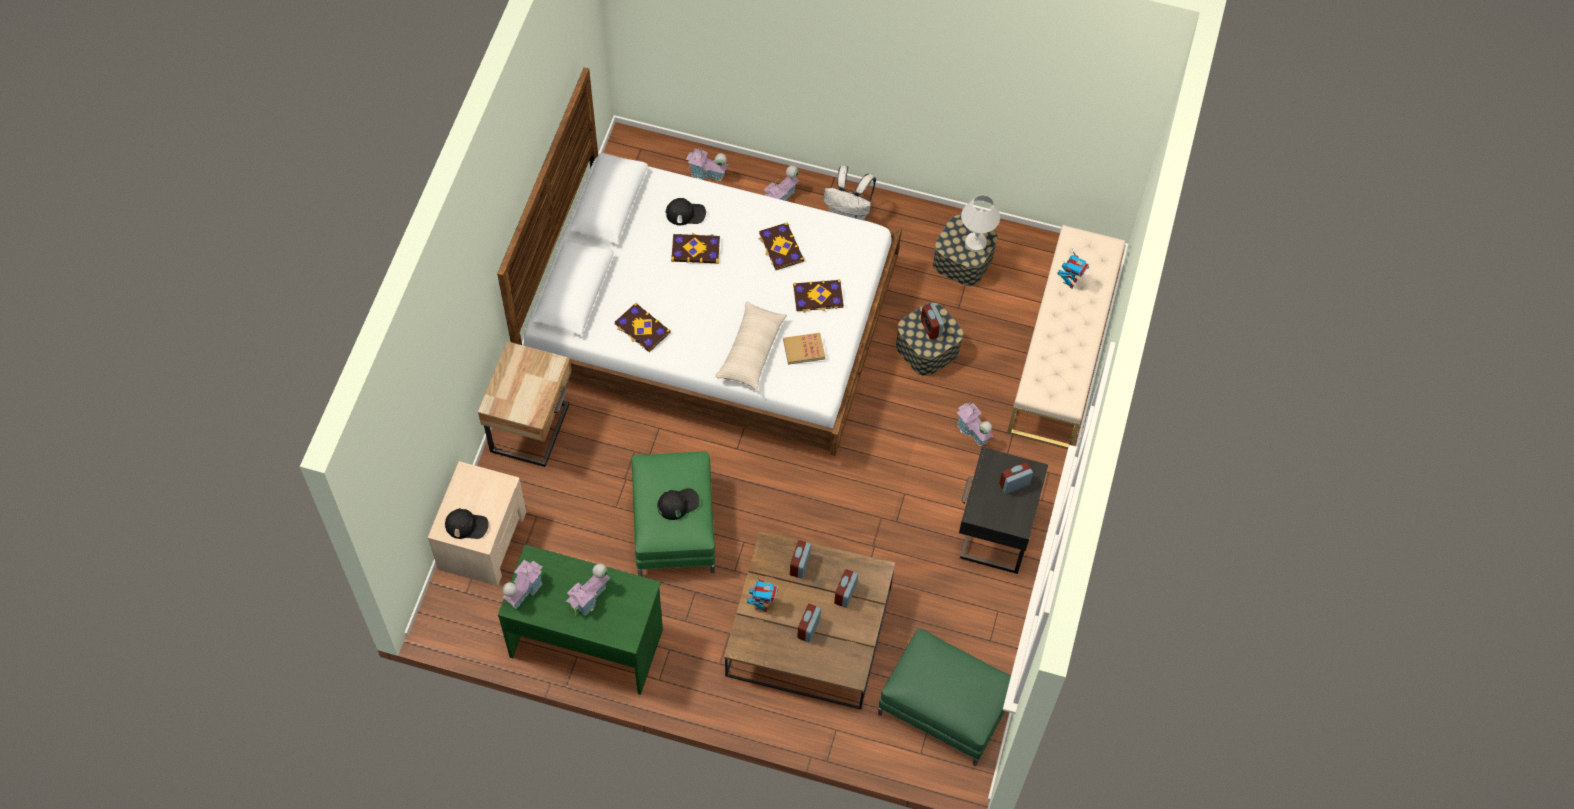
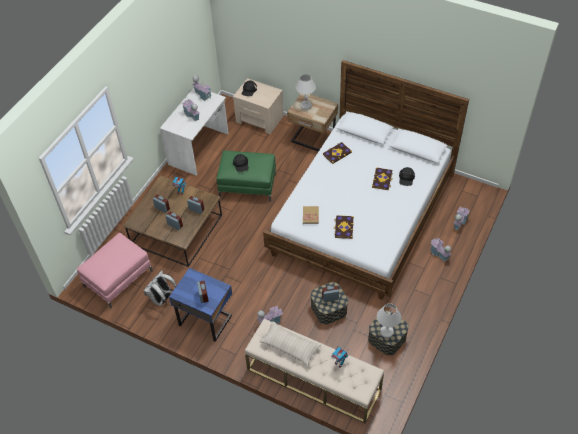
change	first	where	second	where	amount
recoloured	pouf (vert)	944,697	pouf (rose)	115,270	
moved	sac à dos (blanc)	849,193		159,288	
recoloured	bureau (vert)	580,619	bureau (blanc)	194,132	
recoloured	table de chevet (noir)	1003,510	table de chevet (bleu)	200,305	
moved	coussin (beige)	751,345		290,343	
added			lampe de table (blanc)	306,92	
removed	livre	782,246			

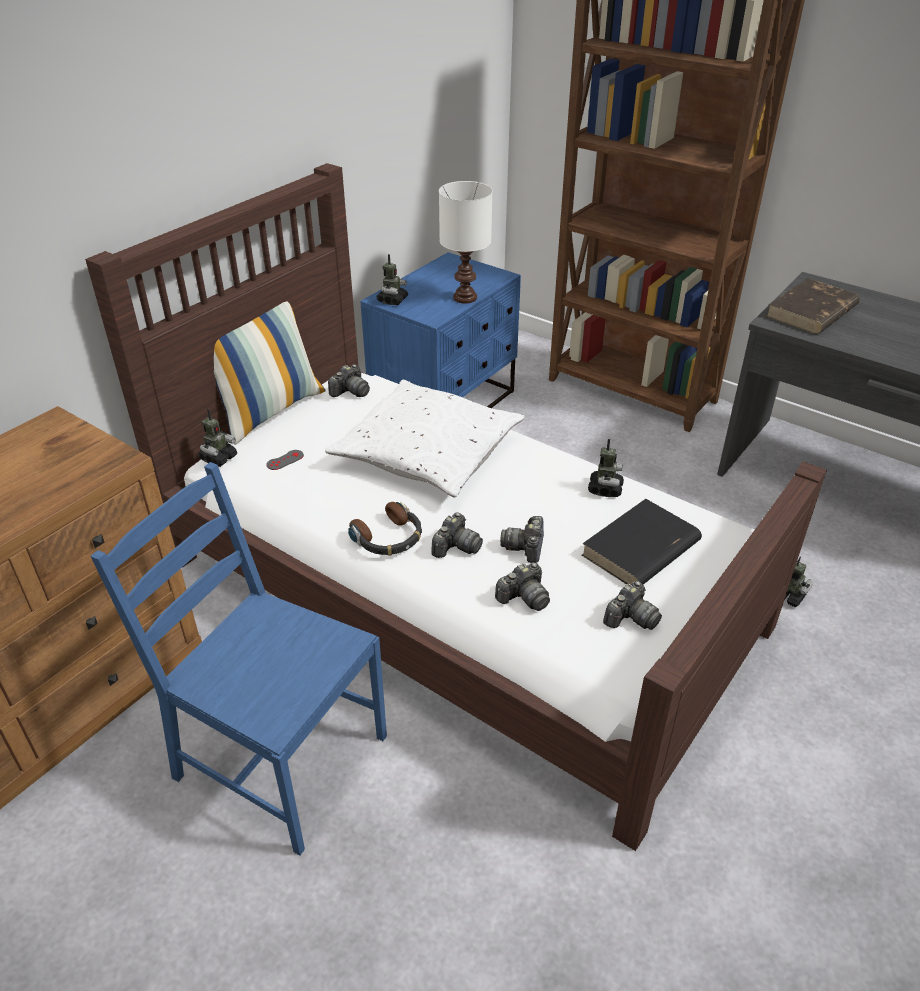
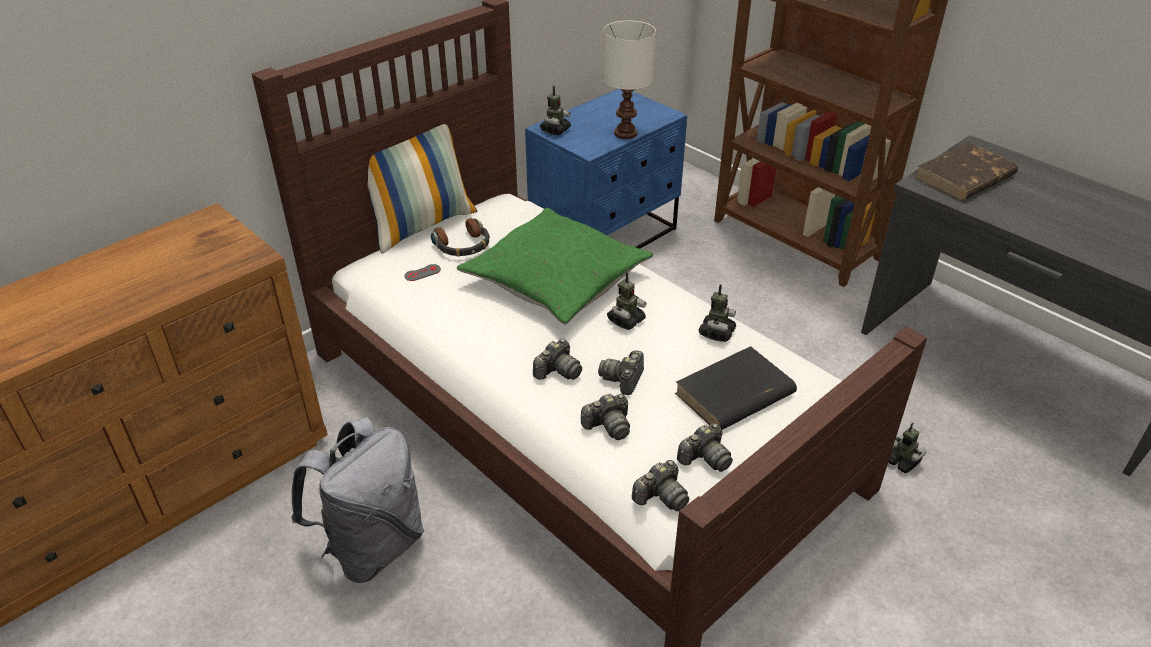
change	first	where	second	where	amount
replaced	chaise (bleu)	239,658	sac à dos (gris)	357,500	
moved	casque audio	385,529		460,237	
recoloured	coussin (blanc)	424,439	coussin (vert)	555,266	
moved	robot jouet	217,438		626,301	
moved	appareil photo	349,380		660,485	

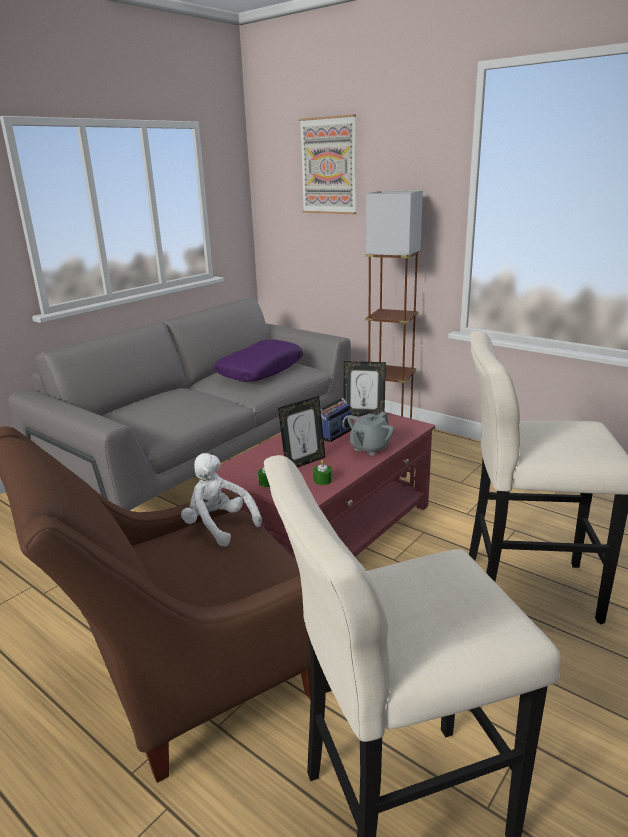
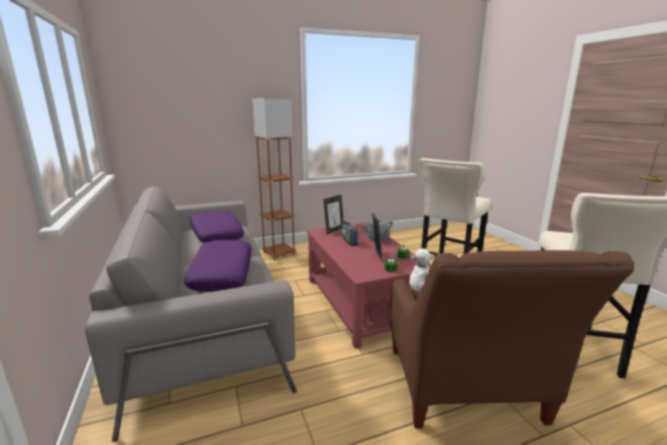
change	first	where	second	where	amount
added			coussin (violet)	218,265	
removed	tableau	327,164			

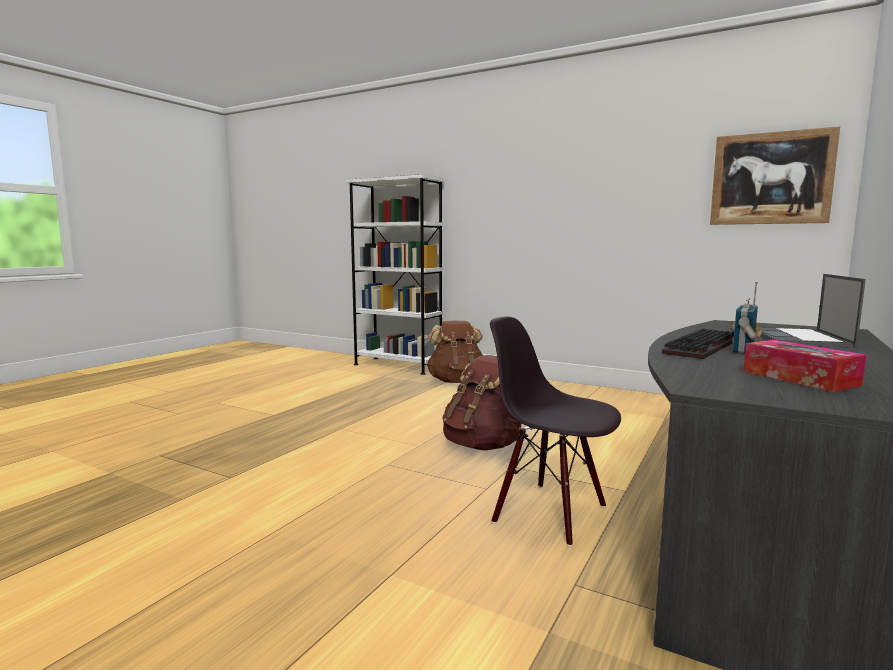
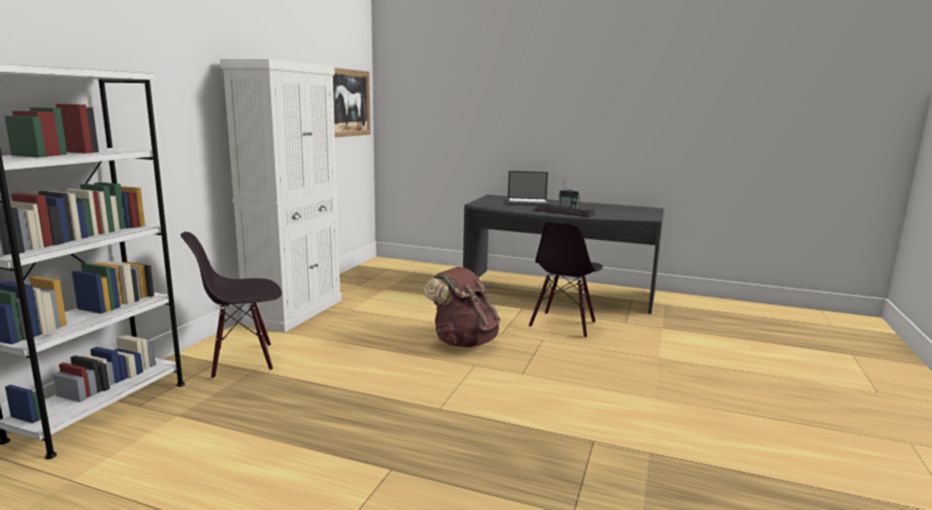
change	first	where	second	where	amount
replaced	sac à dos (marron)	455,352	chaise (noir)	231,305	
added			meuble de rangement (blanc)	281,196	
removed	boîte à mouchoirs	804,366			

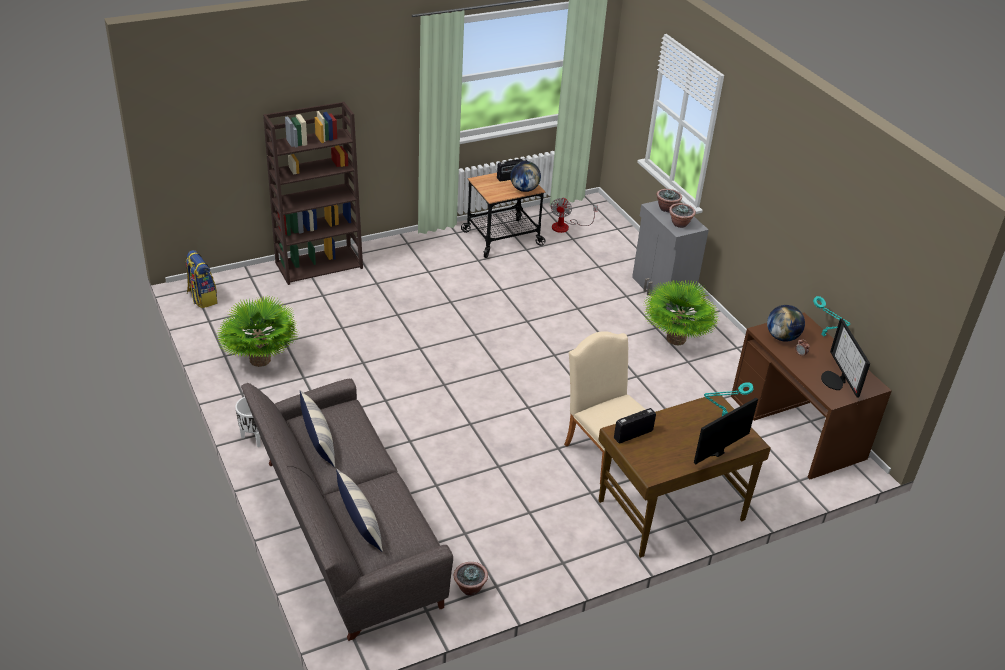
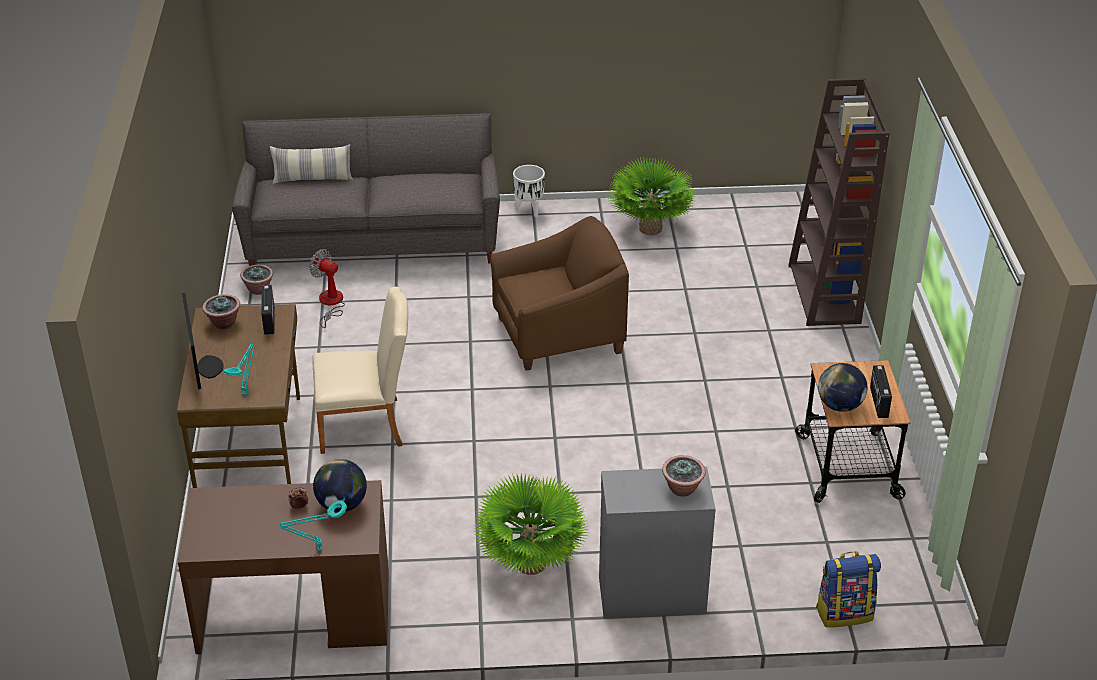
change	first	where	second	where	amount
moved	plante en pot	682,215		221,311	
moved	ventilateur	574,215		327,288	
added			fauteuil (marron)	560,293	
moved	sac à dos	201,279		848,589	
removed	coussin	317,428			
removed	écran d'ordinateur	845,358			

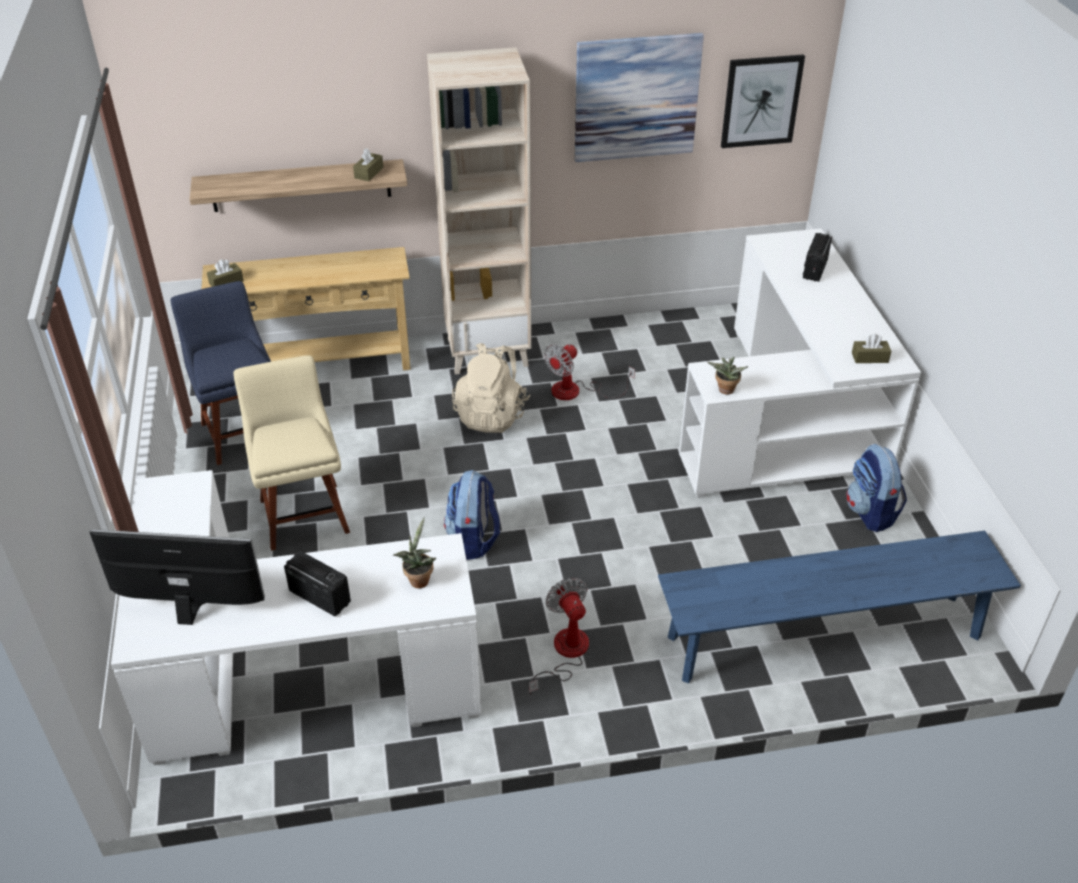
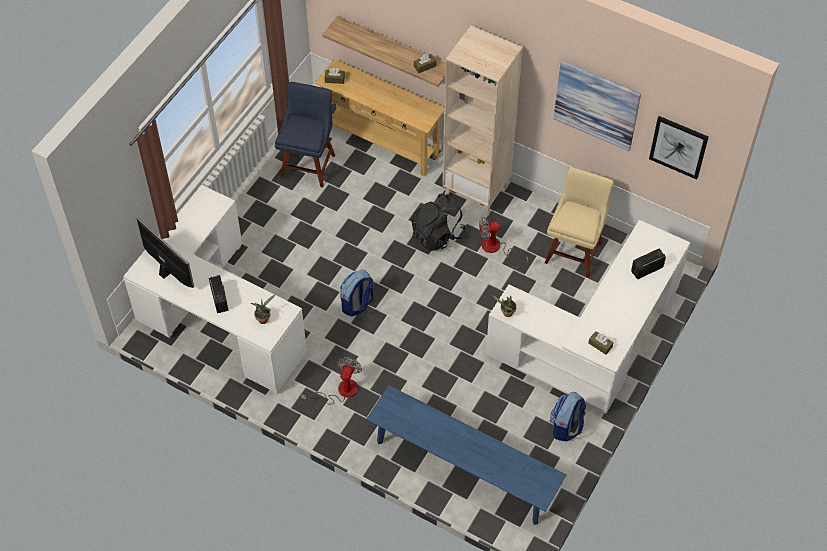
change	first	where	second	where	amount
recoloured	sac à dos (beige)	491,388	sac à dos (noir)	438,222	
moved	chaise (beige)	292,453		579,223	

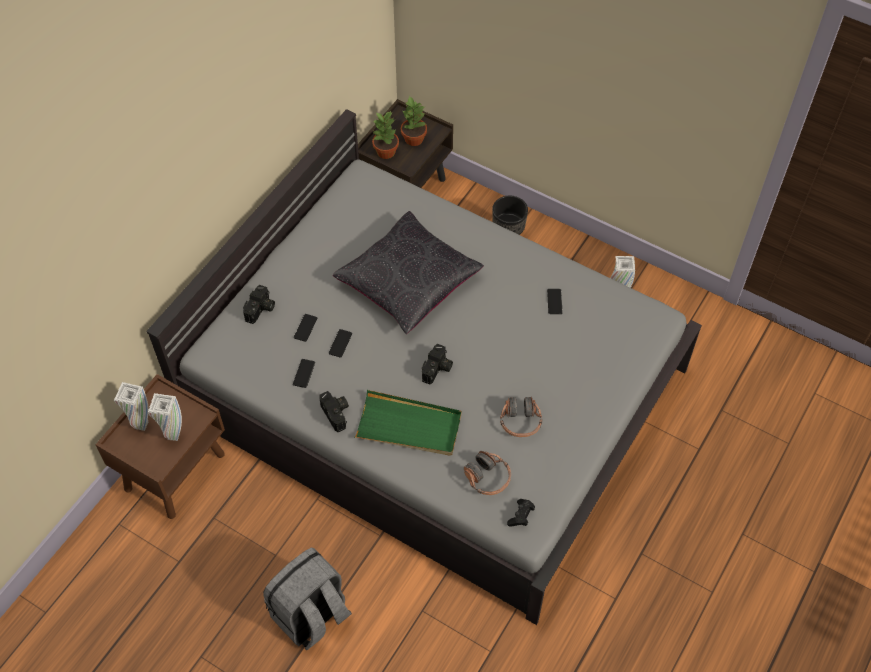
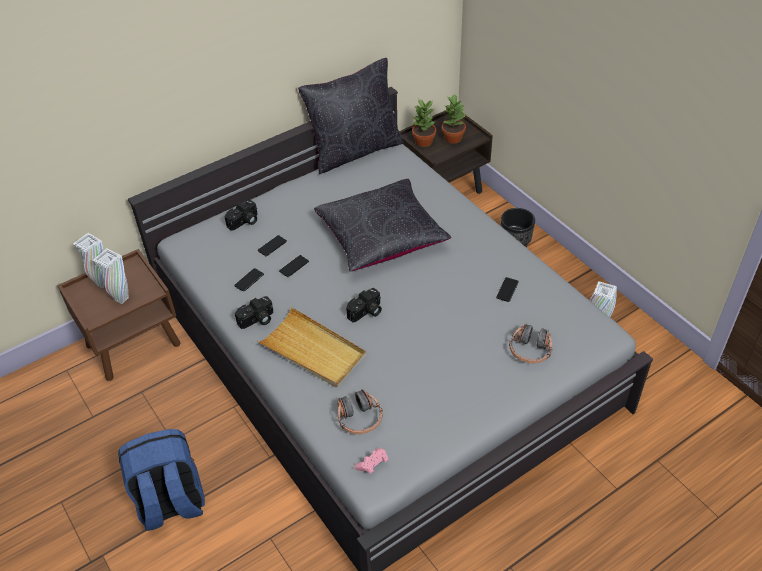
change	first	where	second	where	amount
recoloured	sac à dos (gris)	307,599	sac à dos (bleu)	161,480	
turned	appareil photo	334,411		254,312	60 degrees clockwise
recoloured	plateau (vert)	408,423	plateau (beige)	311,347	
added			coussin (noir)	351,116	
recoloured	manette (noir)	521,513	manette (rose)	371,461	
moved	casque audio	521,416		530,343	

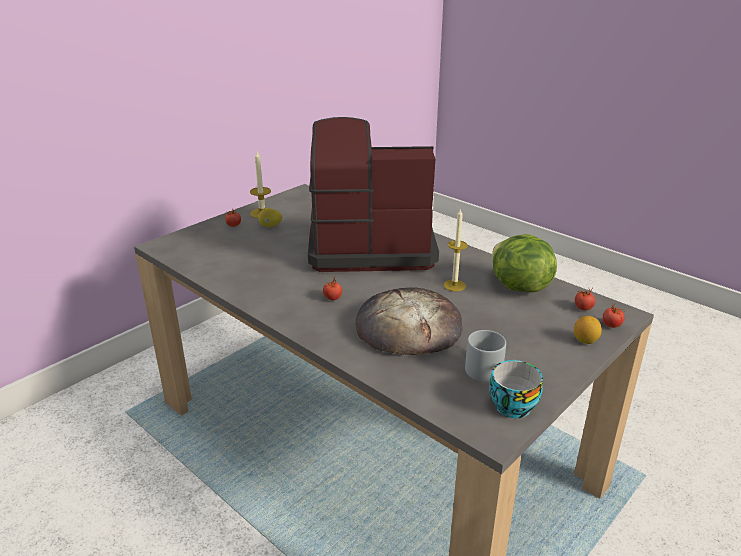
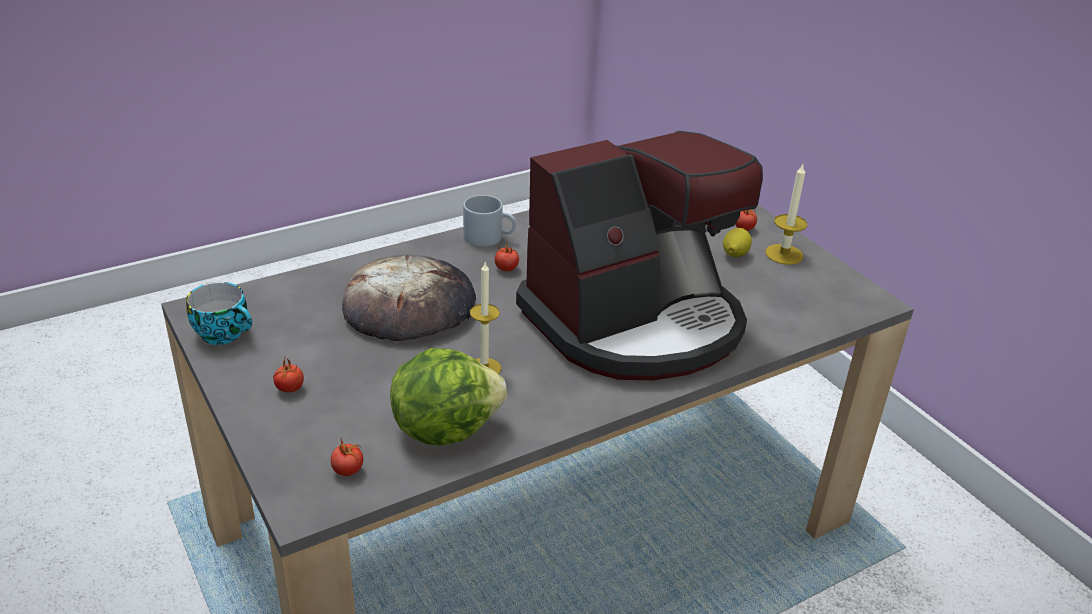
change	first	where	second	where	amount
moved	tomate	614,316		288,376	
moved	mug (gris)	485,356		489,221	
turned	machine à café	373,194		639,255	45 degrees clockwise
removed	citron	588,330			

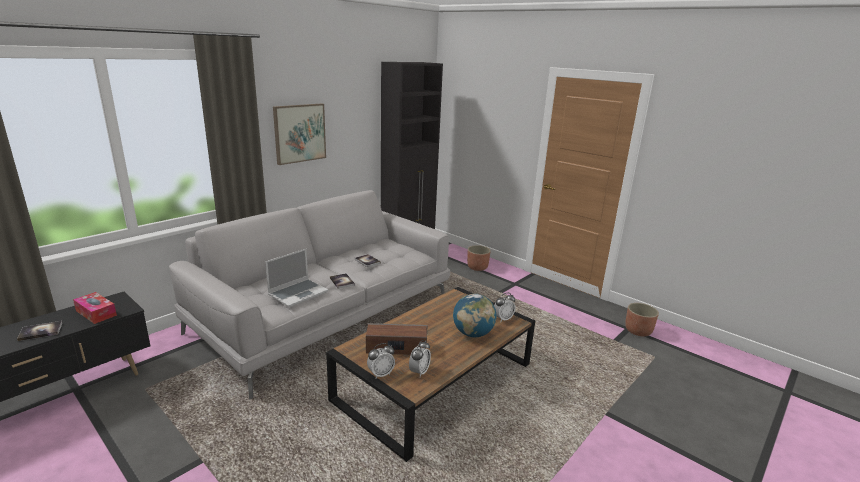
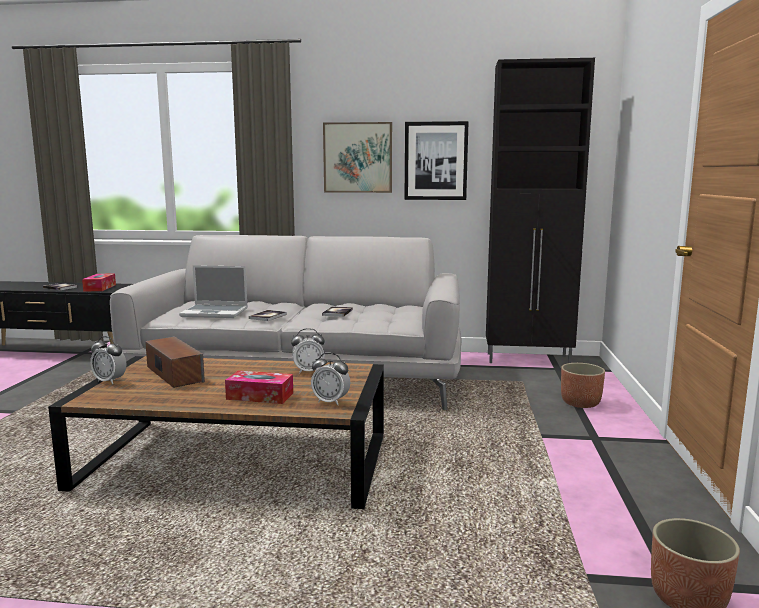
change	first	where	second	where	amount
replaced	globe	475,315	boîte à mouchoirs	259,387	
moved	réveil	420,358		308,350	
added			tableau	436,160	

